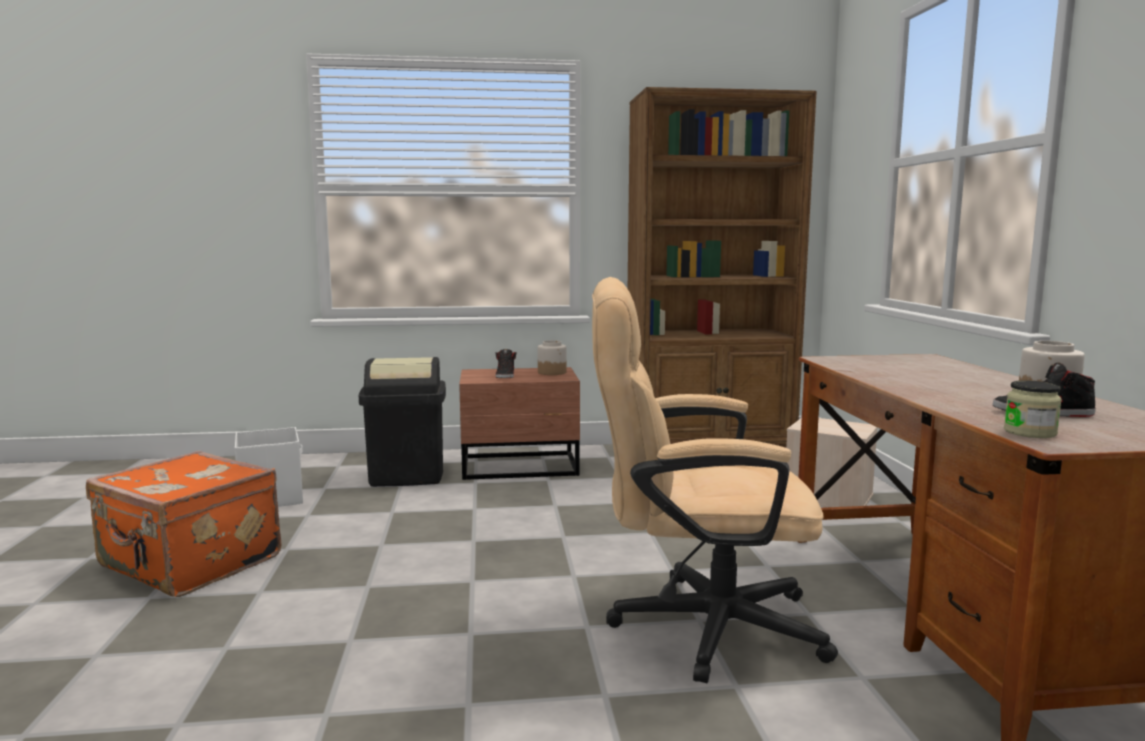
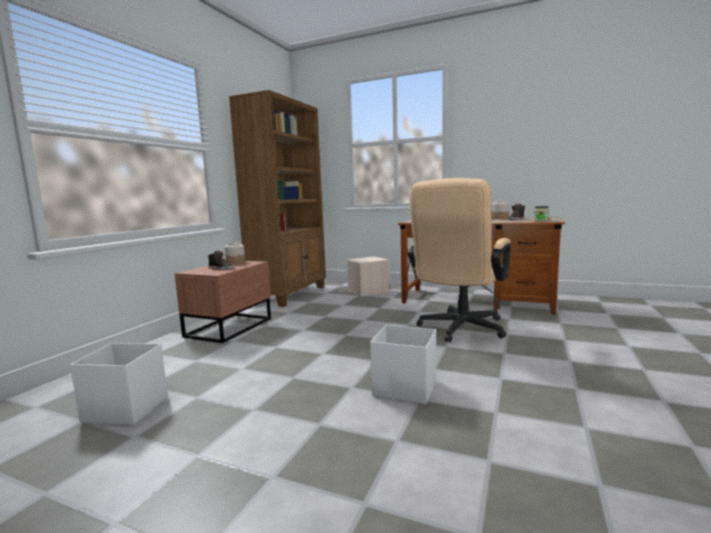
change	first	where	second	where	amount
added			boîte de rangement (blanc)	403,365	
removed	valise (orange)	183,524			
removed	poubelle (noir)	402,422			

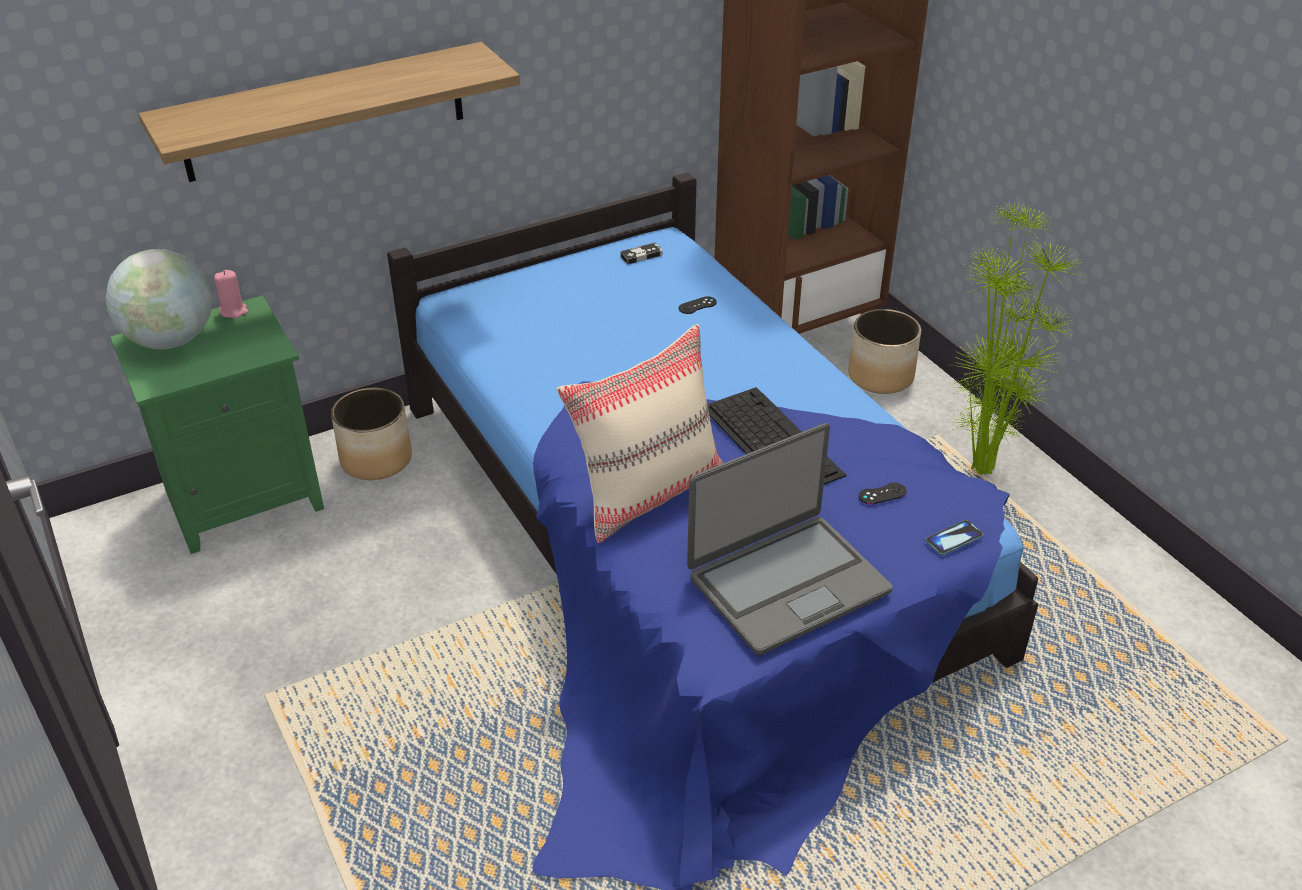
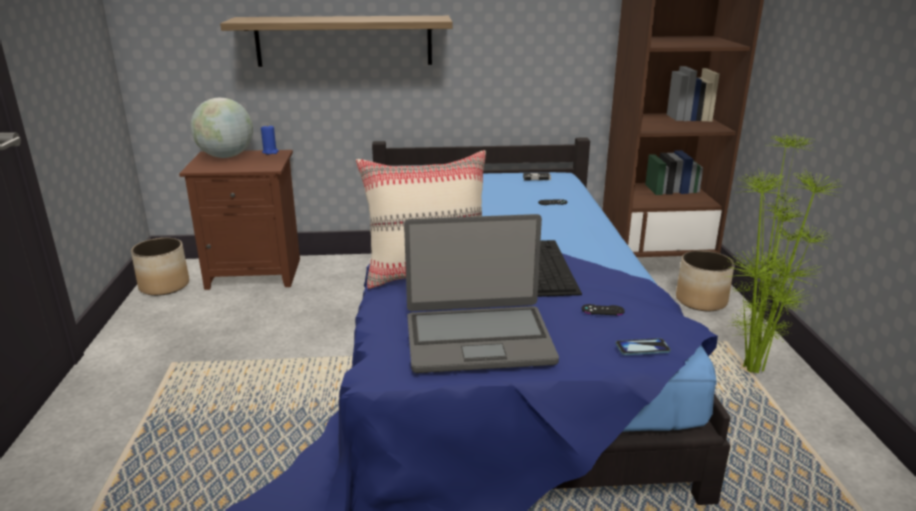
change	first	where	second	where	amount
moved	cache-pot	371,434		160,267	
recoloured	table de chevet (vert)	217,425	table de chevet (marron)	239,220	
recoloured	bougie (rose)	231,294	bougie (bleu)	270,139	

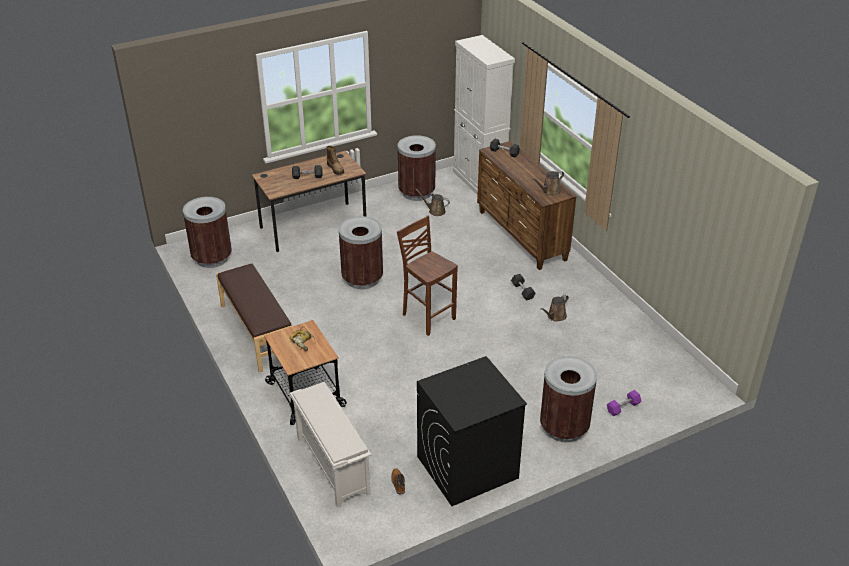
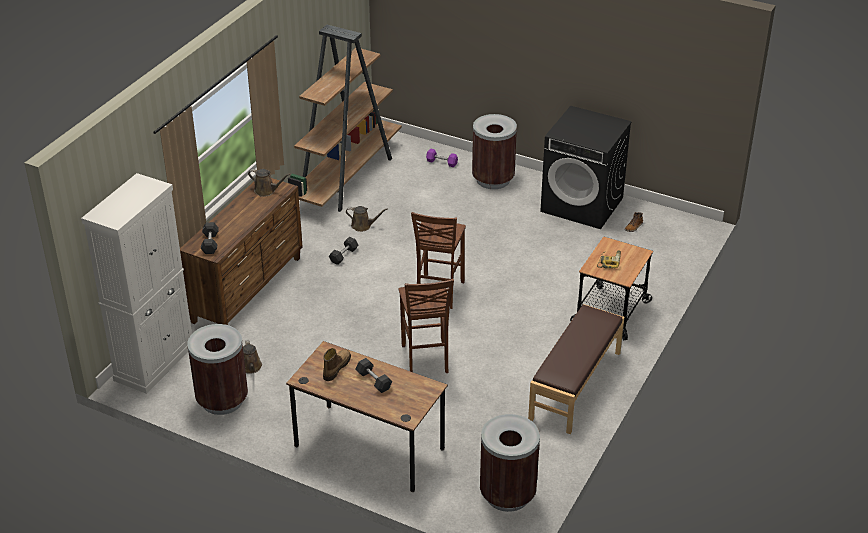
change	first	where	second	where	amount
added			bibliothèque (marron)	345,118	
replaced	poubelle (marron)	361,252	tabouret (marron)	426,326	
removed	étagère à chaussures (blanc)	330,445			

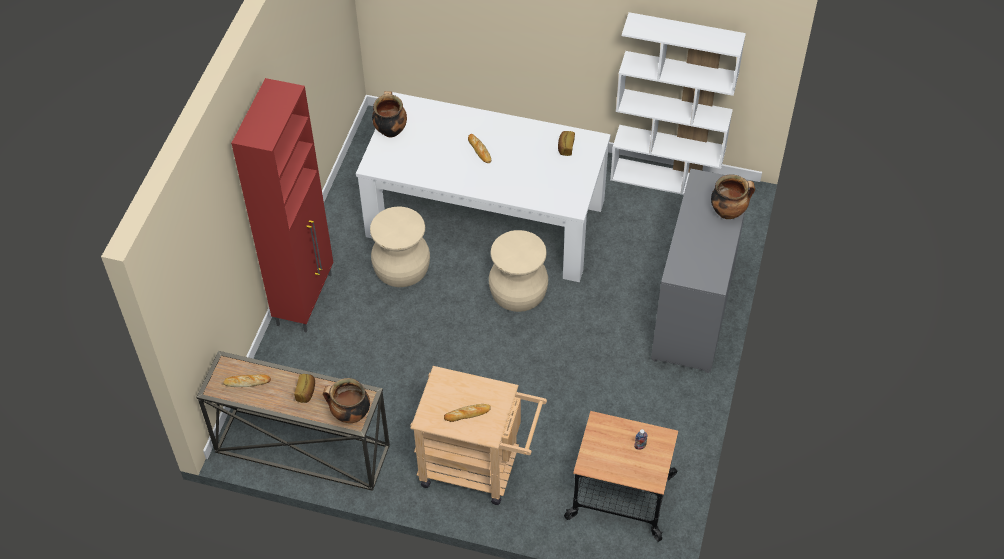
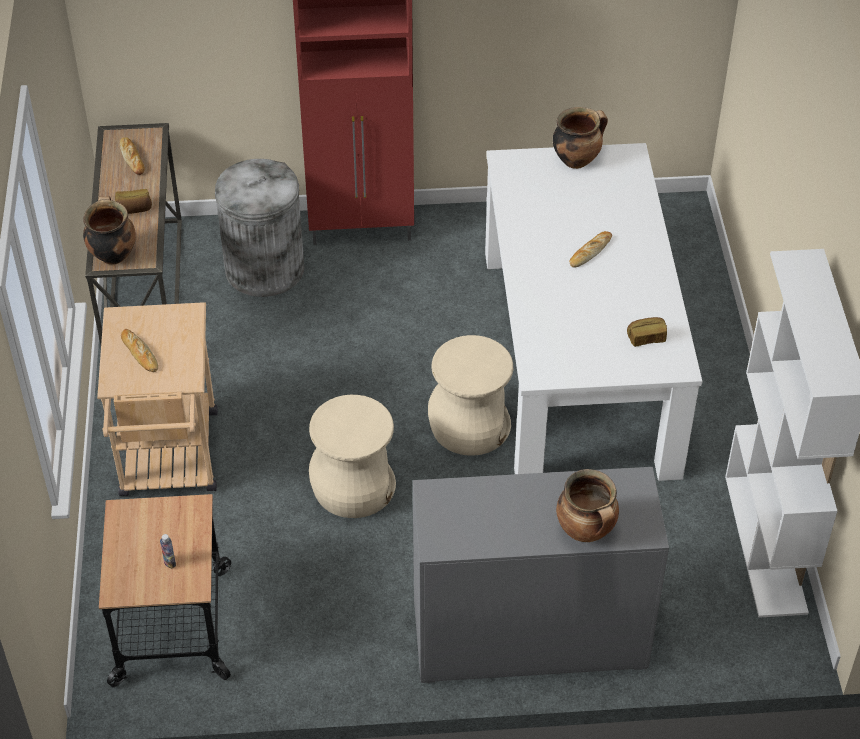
change	first	where	second	where	amount
added			poubelle (gris)	259,228	
moved	tabouret (beige)	400,247		352,456	

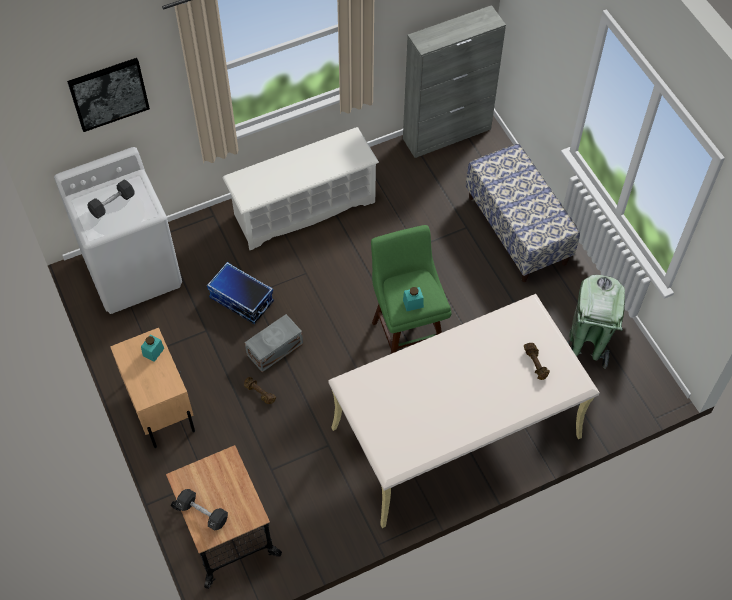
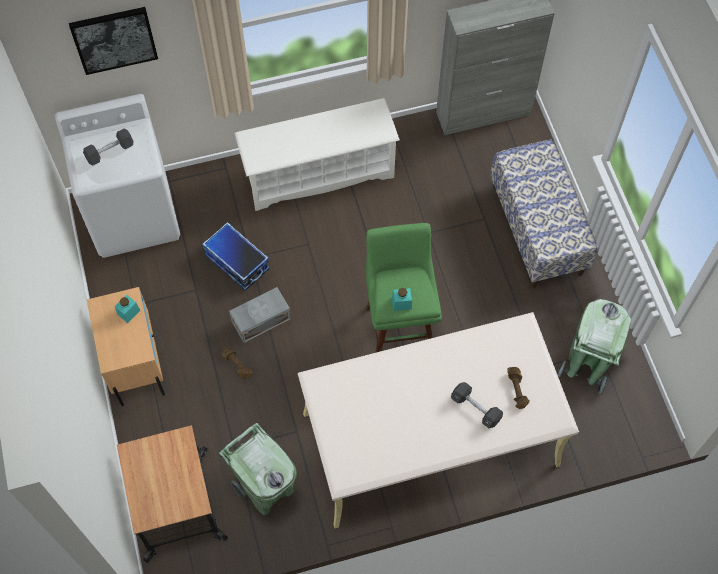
change	first	where	second	where	amount
added			poubelle (vert)	257,469	
moved	haltère (noir)	202,510		477,405	

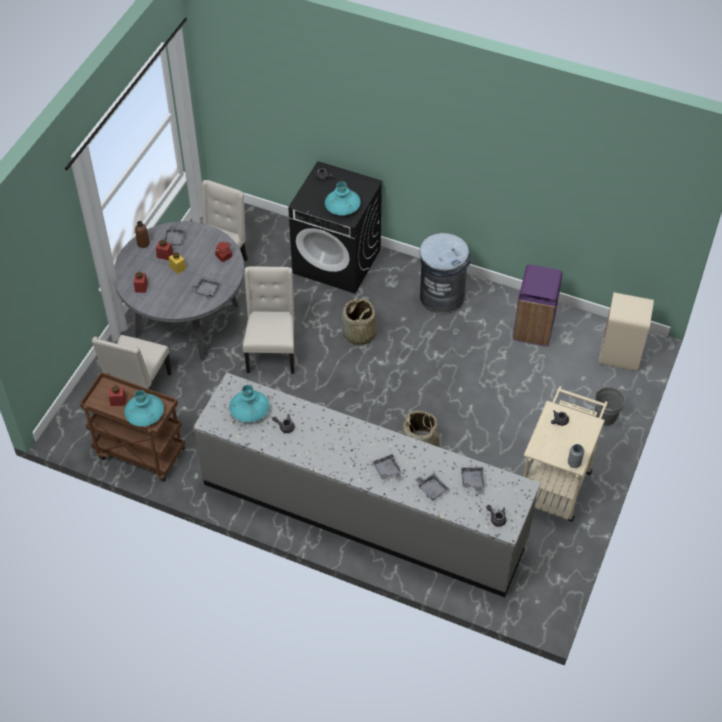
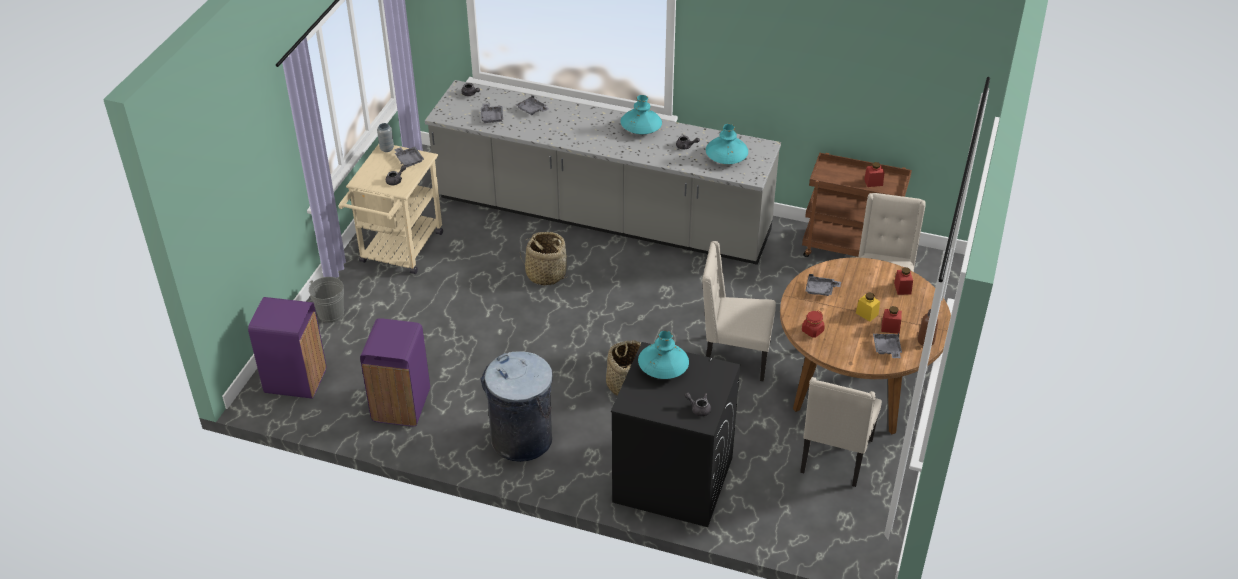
change	first	where	second	where	amount
recoloured	poubelle (beige)	626,332	poubelle (violet)	287,348	
moved	plateau (gris)	387,467		409,157	
moved	vase (turquoise)	144,408		641,114	
turned	chaise (beige)	269,320		739,311	105 degrees clockwise
recoloured	table à manger (gris)	179,290	table à manger (marron)	865,346	

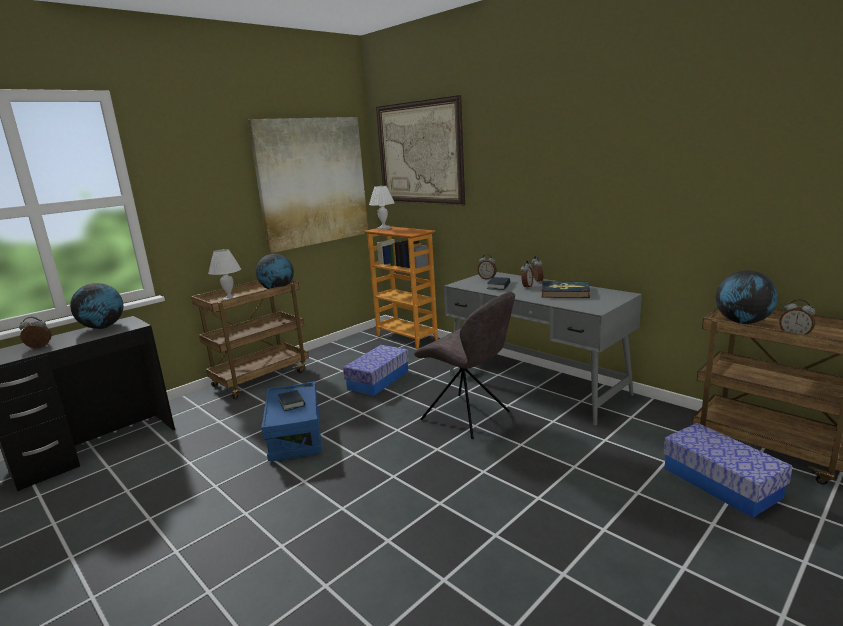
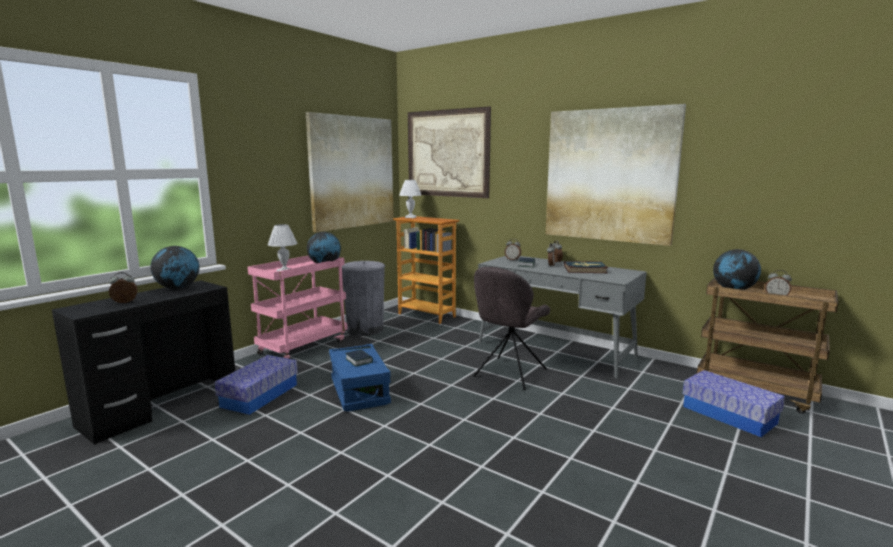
change	first	where	second	where	amount
moved	boîte de rangement	376,370		256,385	
recoloured	chariot (marron)	250,340	chariot (rose)	297,307	
added			poubelle (gris)	363,298	
turned	chaise (gris)	464,365		511,328	90 degrees clockwise
added			tableau	616,175	

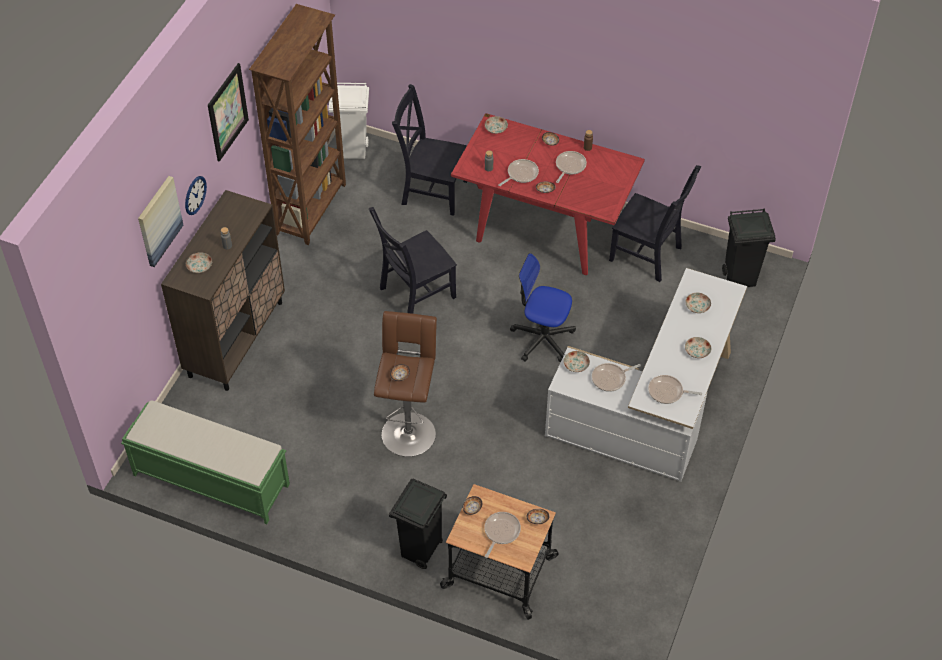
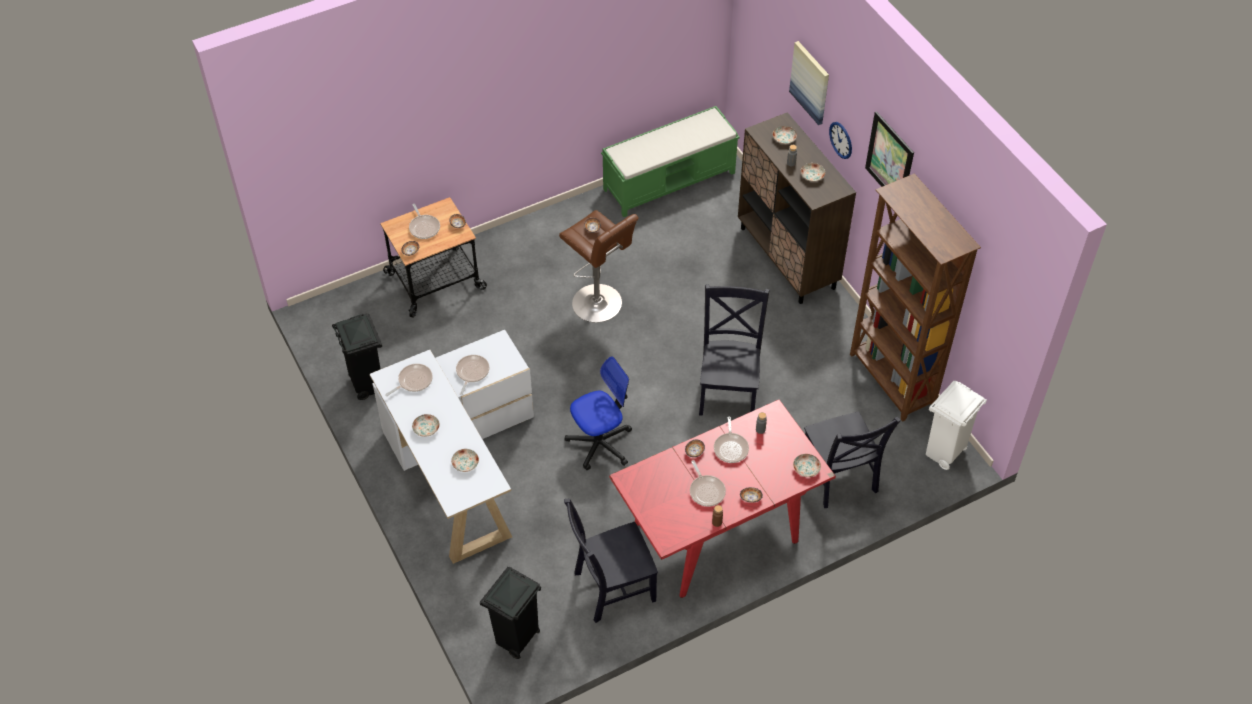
change	first	where	second	where	amount
moved	poubelle (noir)	418,524		357,356	
moved	assiette	576,361		812,172	
turned	chaise (noir)	429,150		852,459	105 degrees clockwise

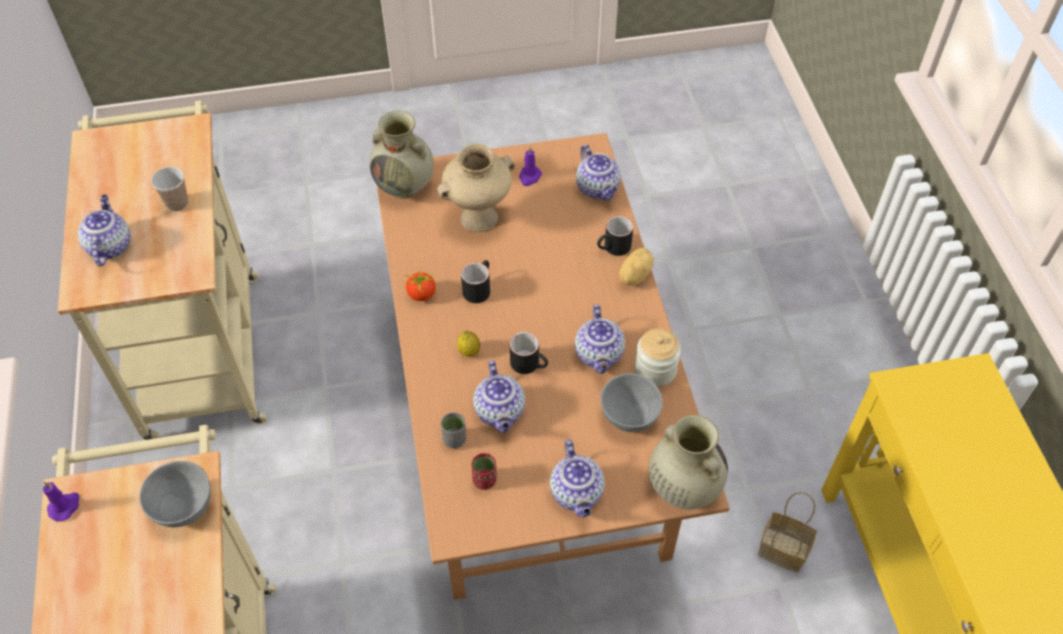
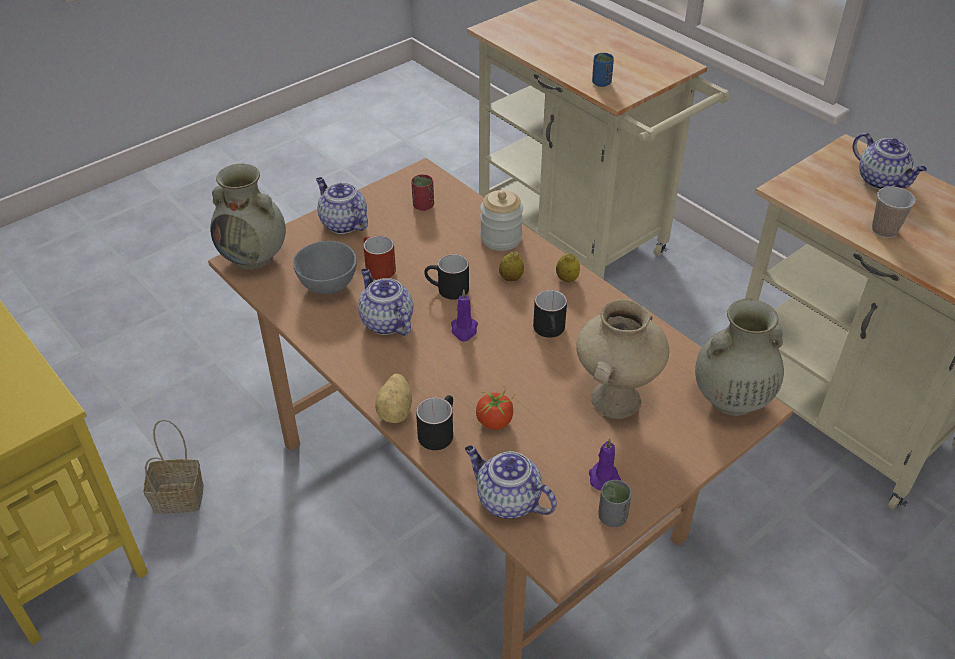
change	first	where	second	where	amount
added			mug (rouge)	379,257	
moved	bougie (violet)	61,501		464,316	
moved	tomate	420,286		495,407	
moved	bocal	658,357		501,220	
added			citron	568,267	
replaced	bol (gris)	175,494	tasse (bleu)	603,70	
moved	tasse (gris)	453,430		615,503	
removed	théière	499,396			

